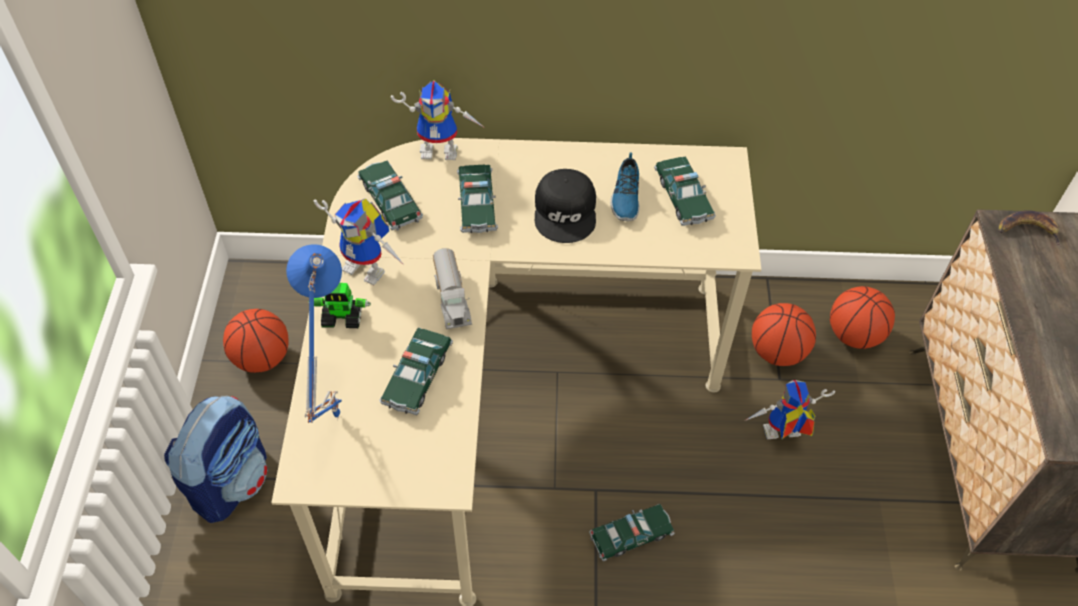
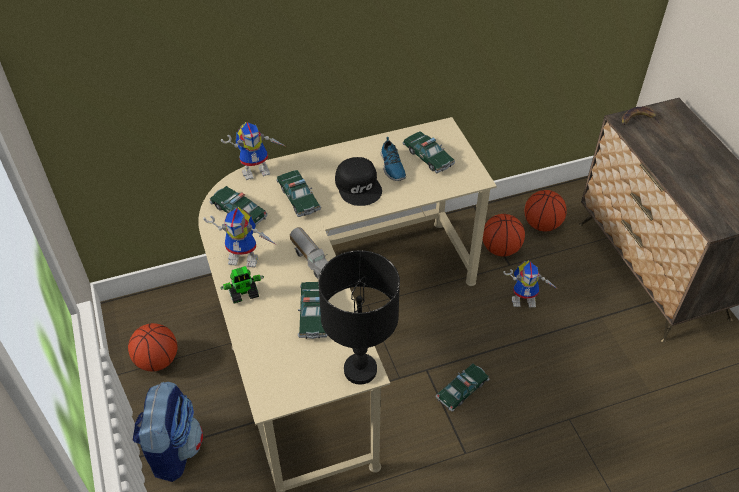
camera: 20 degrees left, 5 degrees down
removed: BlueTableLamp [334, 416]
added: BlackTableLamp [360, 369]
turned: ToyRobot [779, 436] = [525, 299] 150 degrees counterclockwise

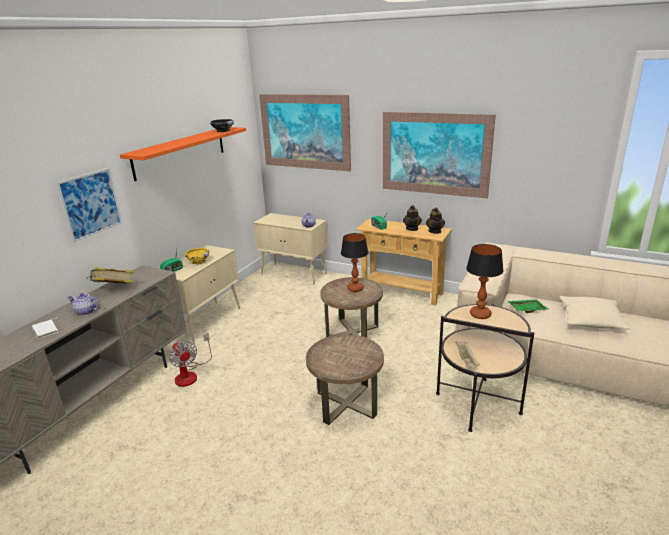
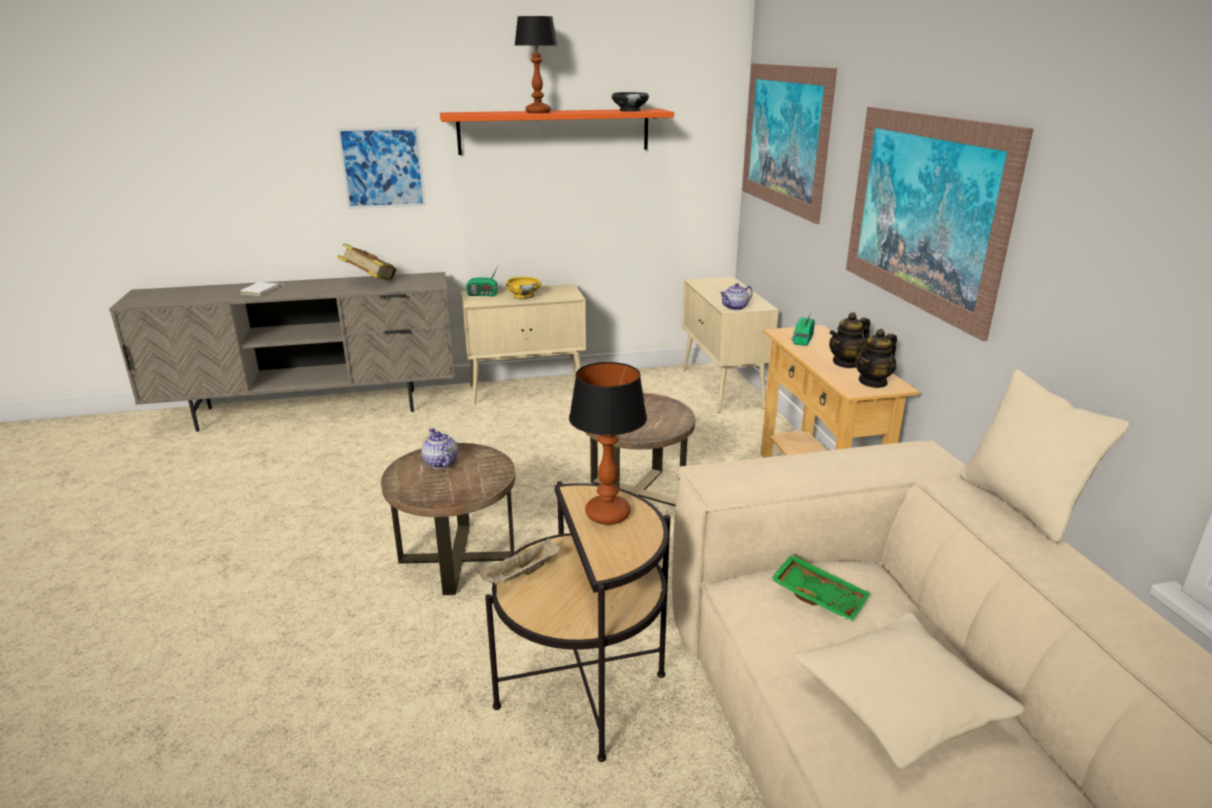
camera: 50 degrees right, 0 degrees up
removed: Fan [190, 374]
added: BeigePillow [1021, 505]
moved: Teapot [86, 312] to [440, 463]; TableLamp [355, 288] to [538, 112]

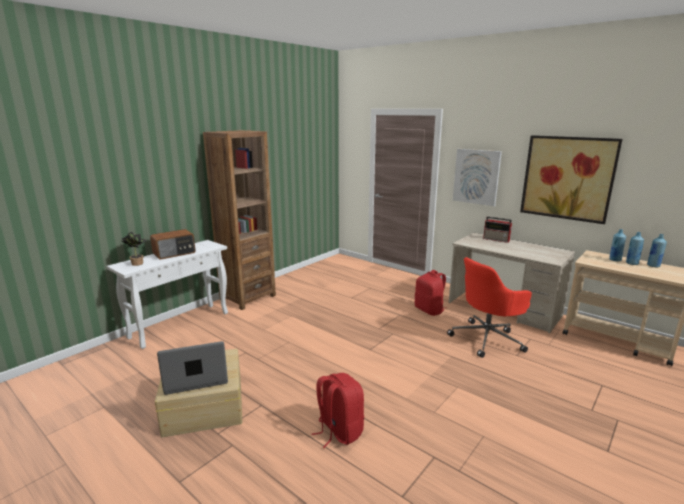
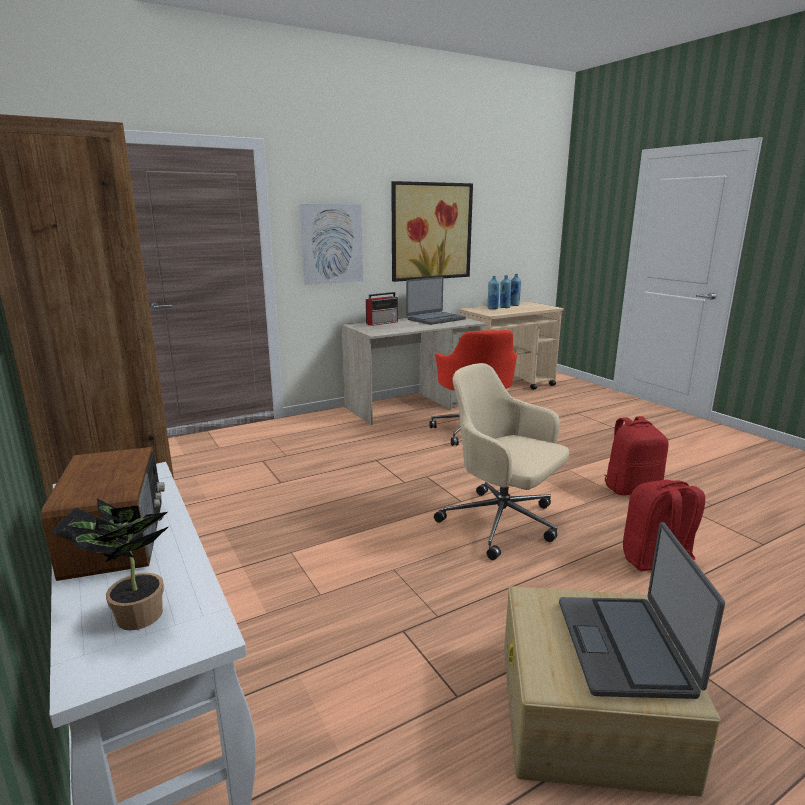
camera: 70 degrees left, 0 degrees up
added: Laptop [435, 319]; BeigeOfficeChair [502, 523]
moved: RedBackpack [429, 310] to [631, 488]

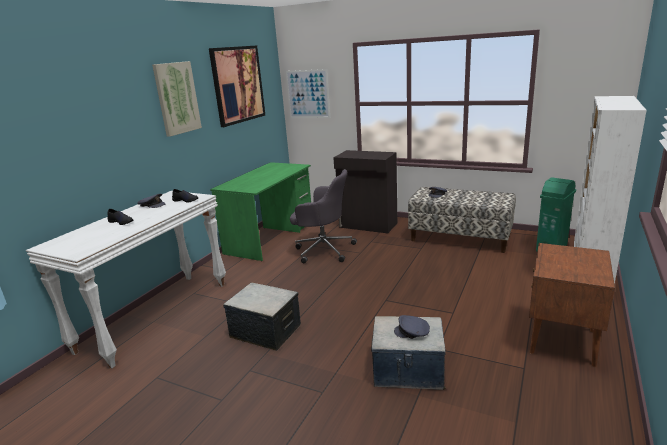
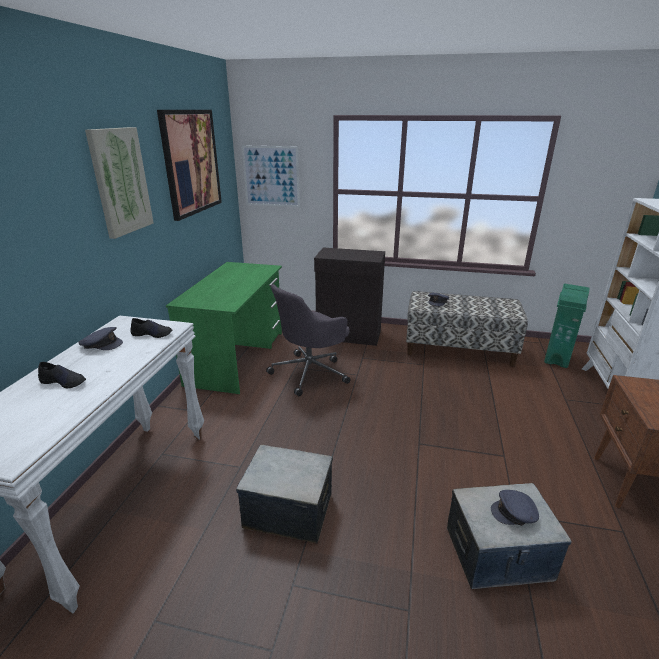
camera: 15 degrees left, 5 degrees up
turned: GreyOfficeChair [323, 249] = [310, 372] 135 degrees clockwise

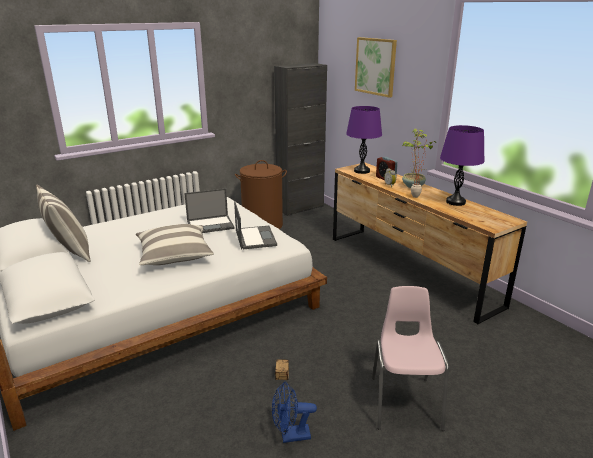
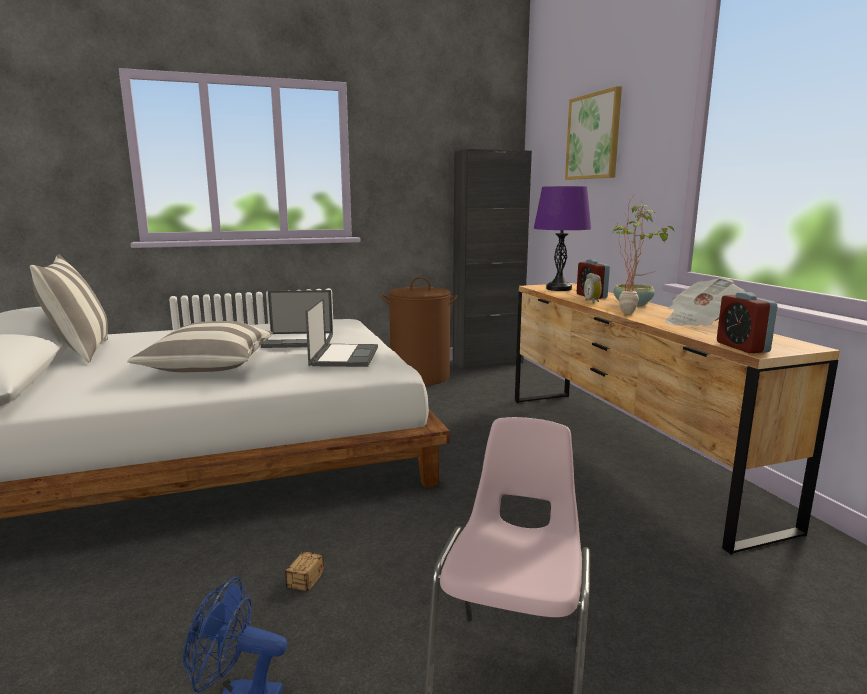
camera: 15 degrees right, 10 degrees down
added: AlarmClock [742, 347]
replaced: PurpleTableLamp [455, 202] to Newspaper [699, 322]

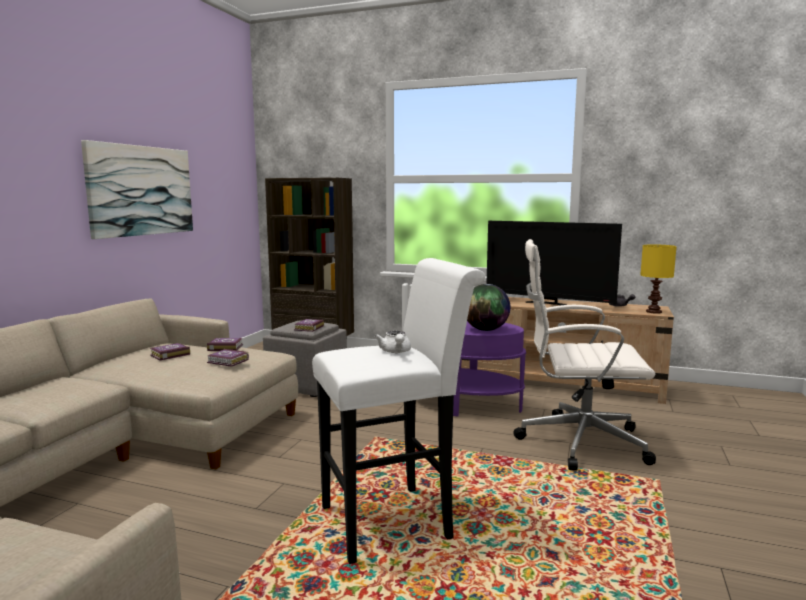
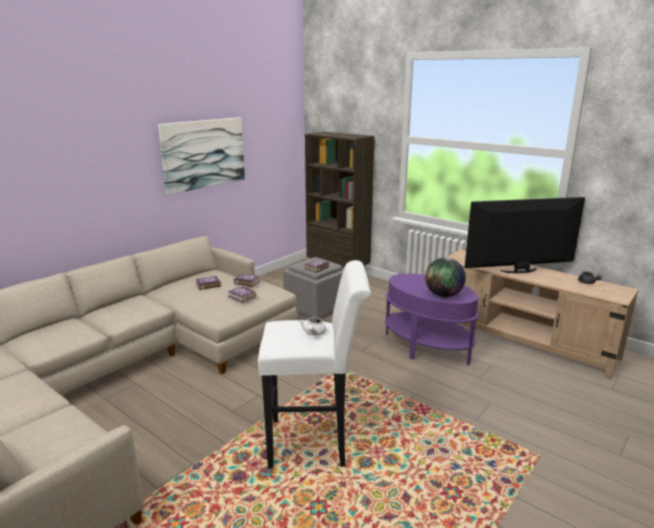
camera: 20 degrees right, 10 degrees up
removed: WhiteOfficeChair [578, 442]; YellowTableLamp [653, 312]
turned: Television [548, 303] = [520, 271] 120 degrees clockwise

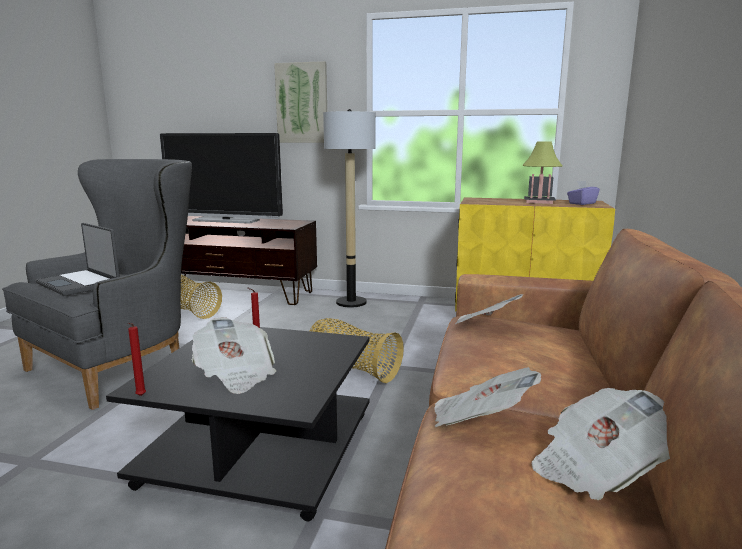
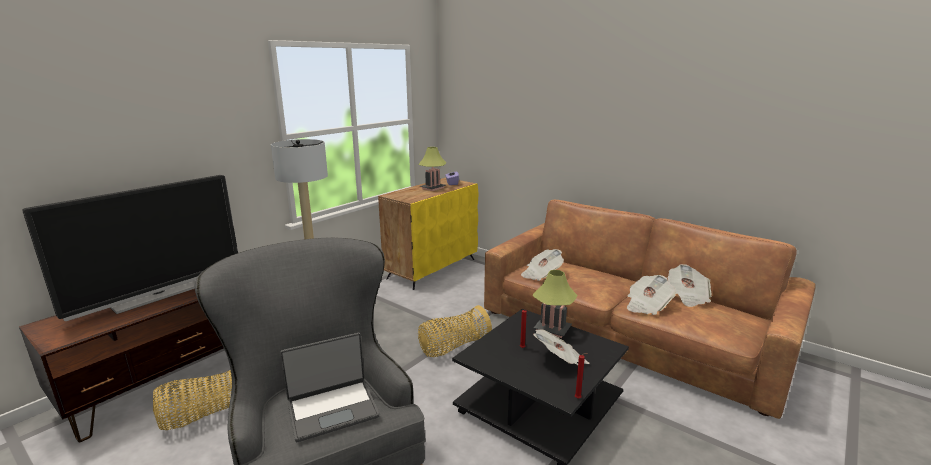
camera: 65 degrees left, 5 degrees up
removed: Picture [302, 103]
added: TableLamp [552, 329]

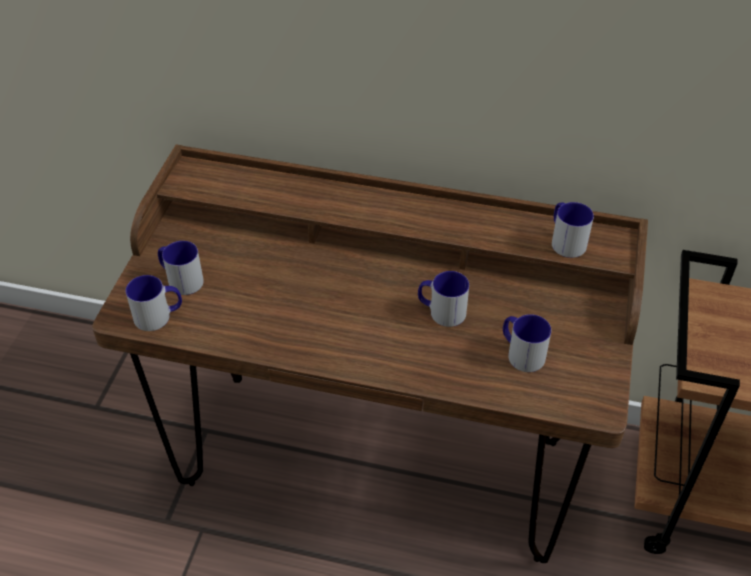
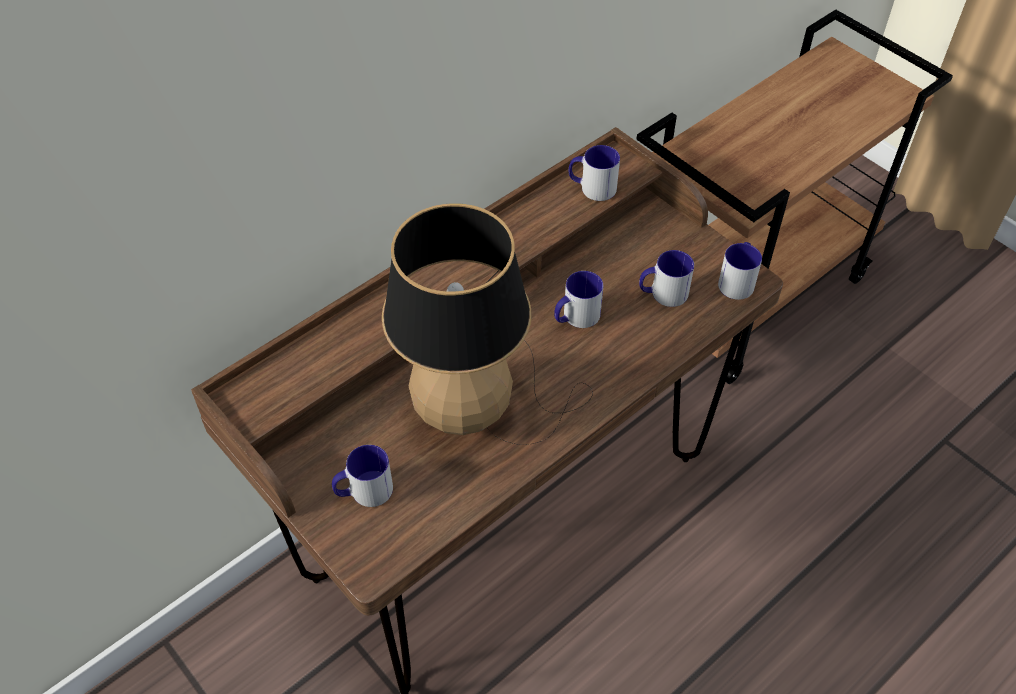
camera: 55 degrees left, 5 degrees up
added: TableLamp [479, 407]
moved: Mug [159, 316] to [737, 280]

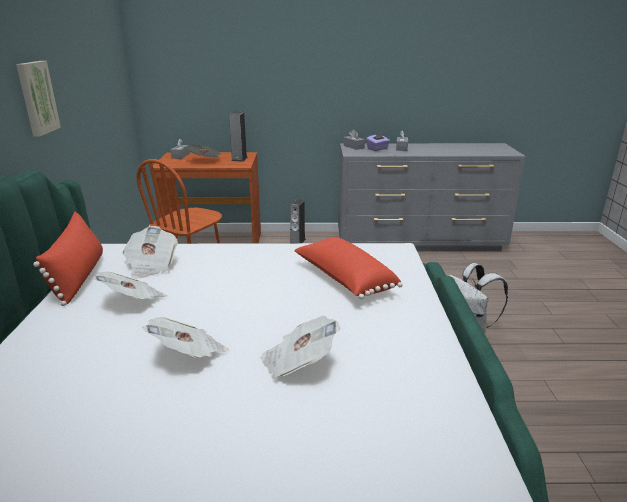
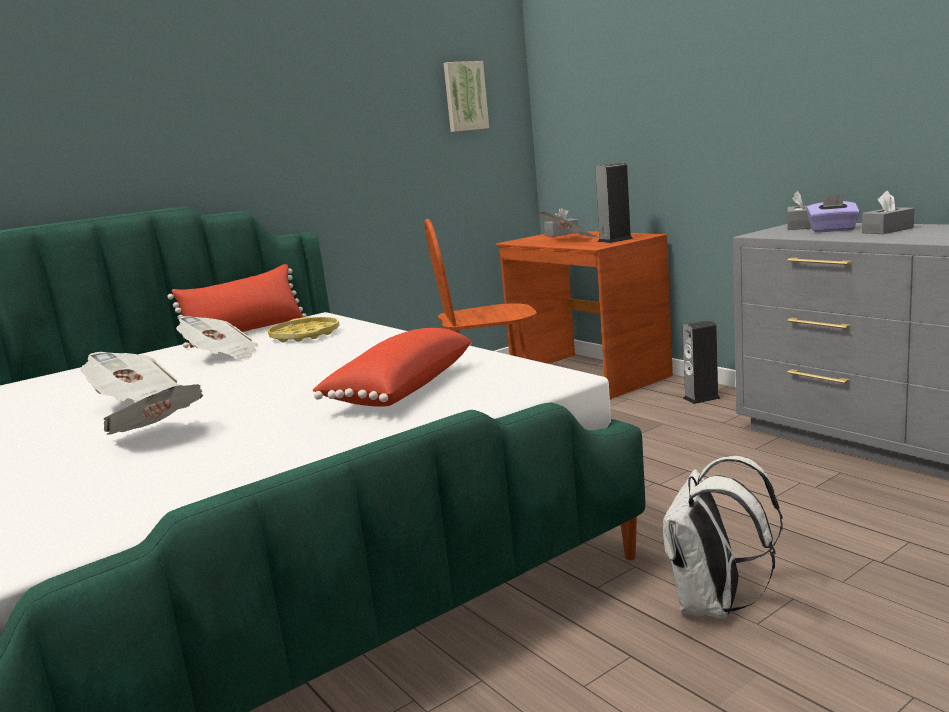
camera: 55 degrees right, 10 degrees down
moved: Picture [36, 98] to [465, 96]
replaced: Newspaper [151, 266] to YellowTray [305, 335]

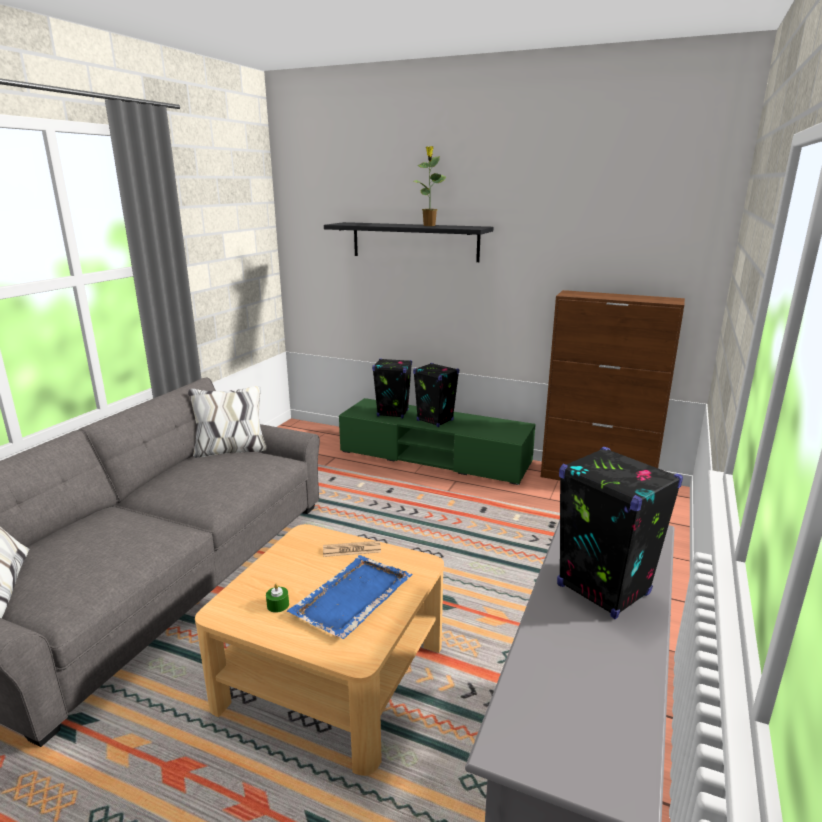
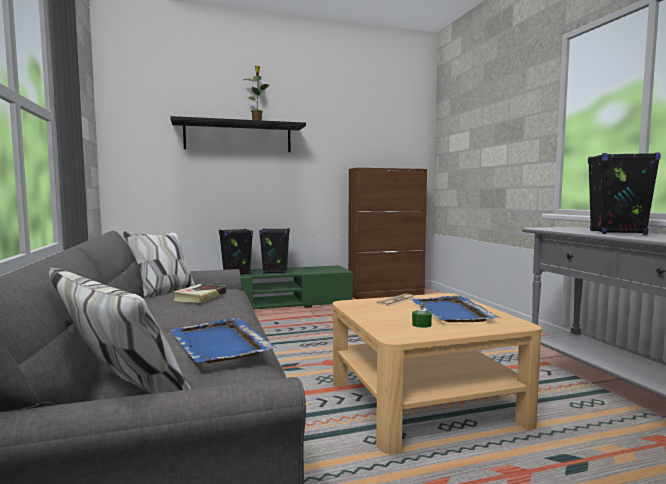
camera: 40 degrees left, 15 degrees down
added: BlueTray [219, 344]; Book [200, 297]

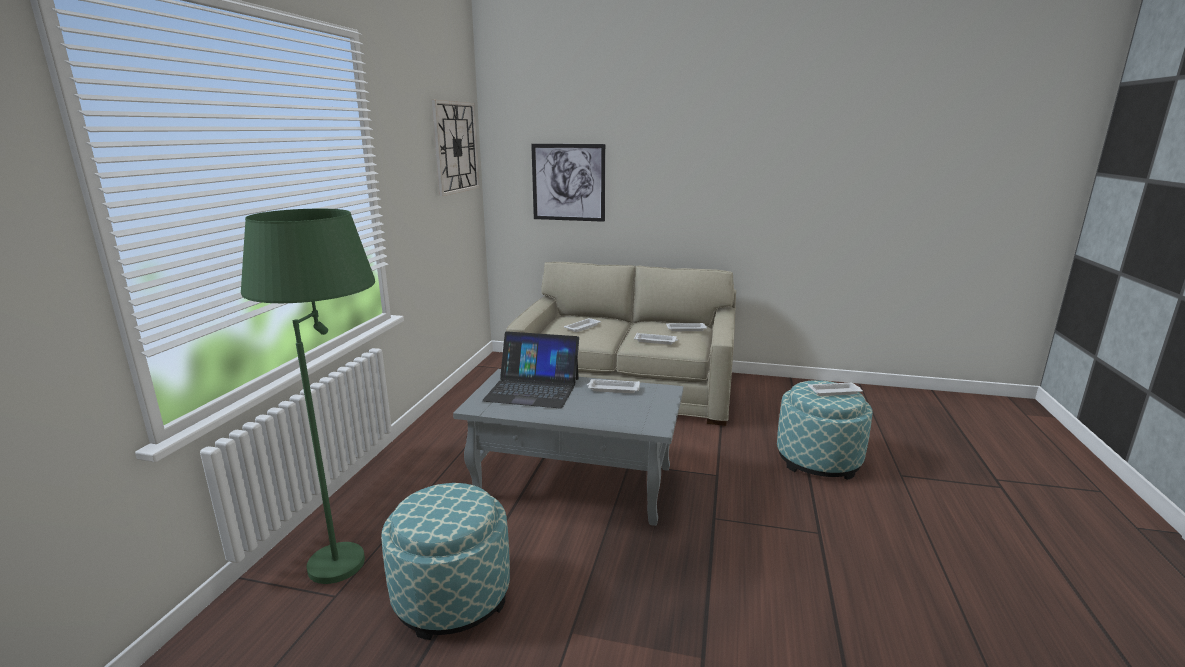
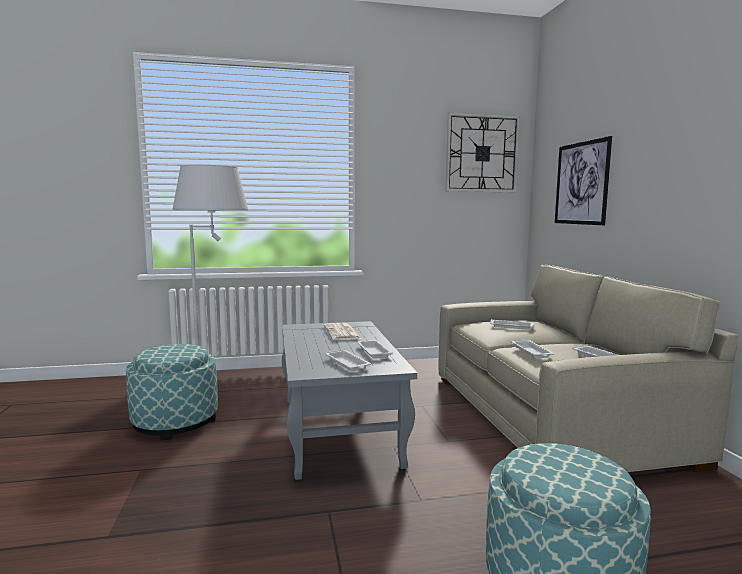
camera: 65 degrees right, 10 degrees down
moved: WhiteTray [835, 392] to [347, 363]
replaced: Laptop [533, 389] to Newspaper [342, 333]
recoloured: GreenFloorLamp [351, 545] to WhiteFloorLamp [219, 384]

